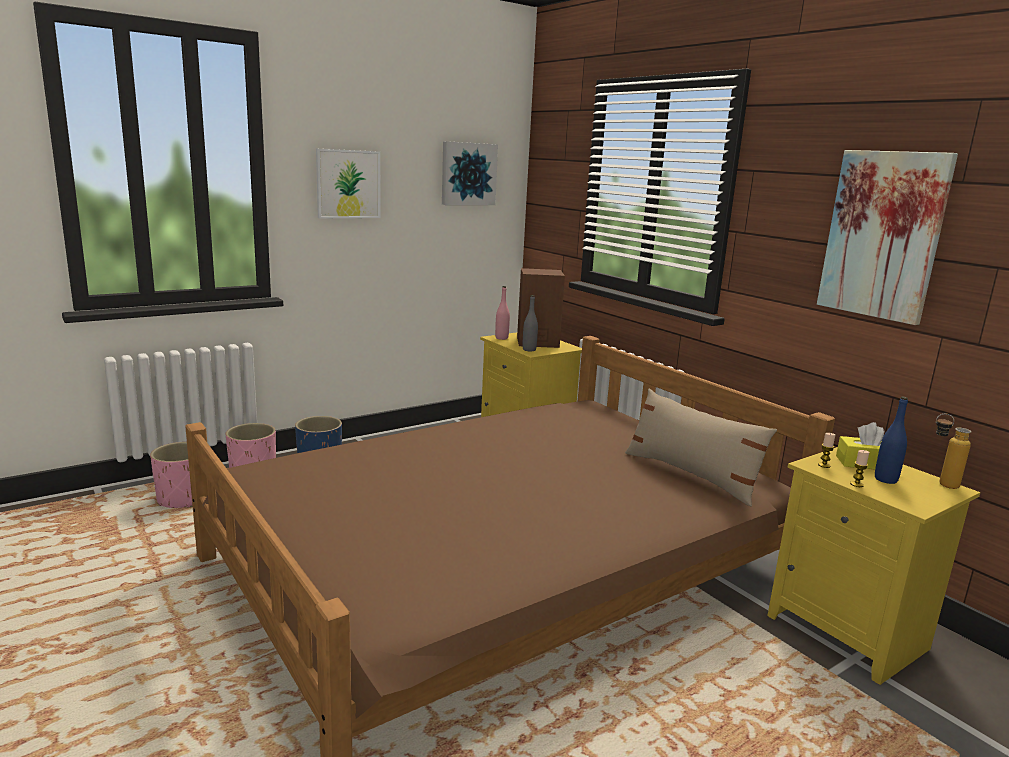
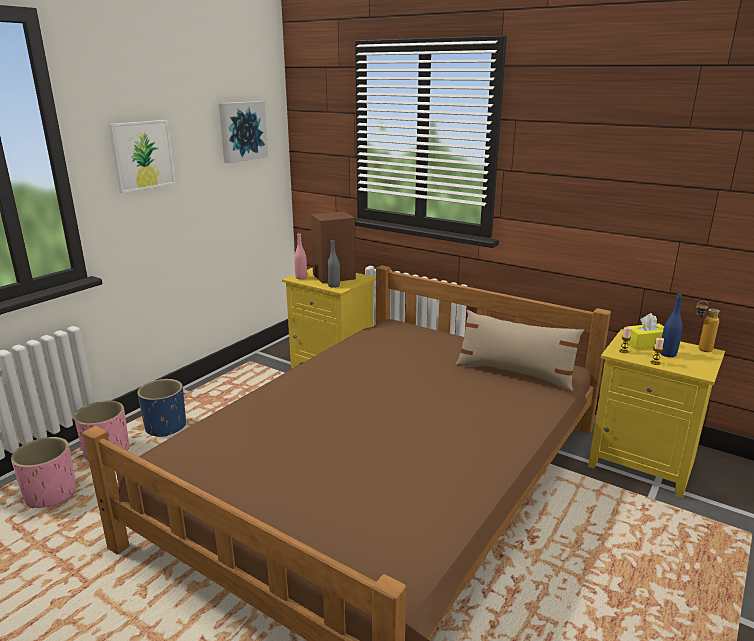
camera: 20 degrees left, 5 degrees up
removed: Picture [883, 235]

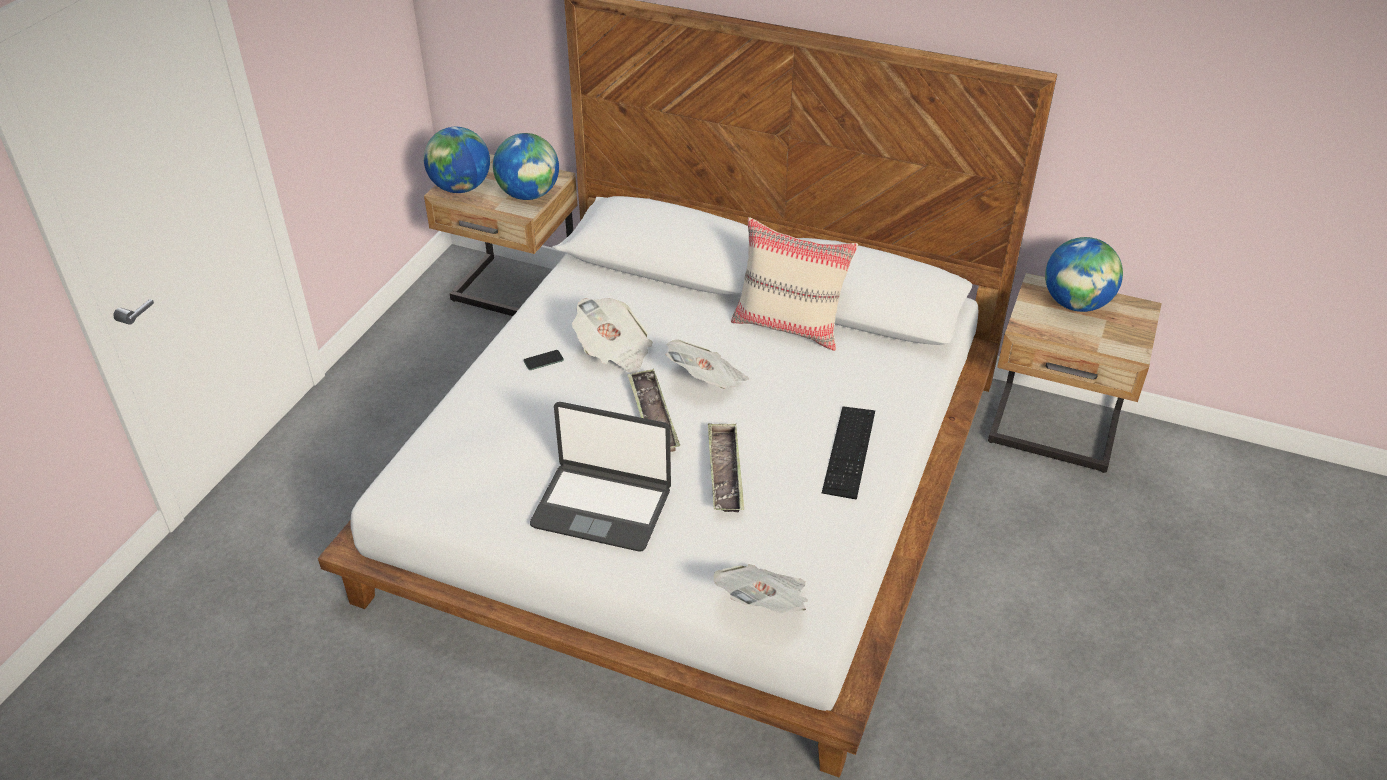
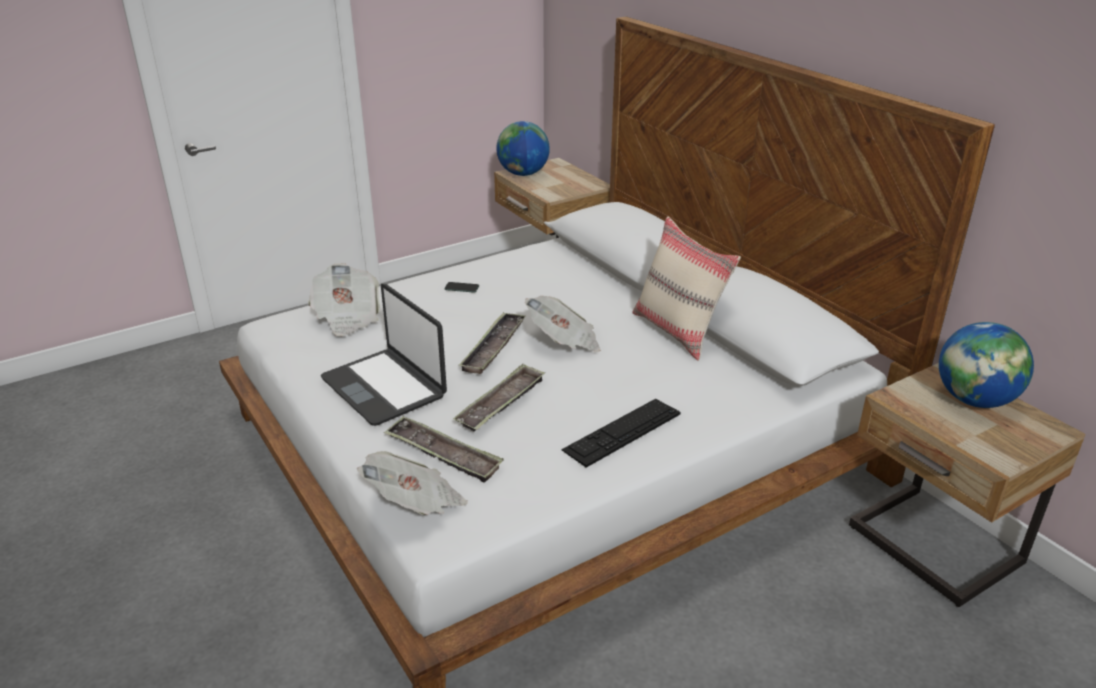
camera: 35 degrees right, 10 degrees down
removed: Globe [529, 195]
added: Tray [443, 454]
moved: Newspaper [614, 351] to [347, 317]

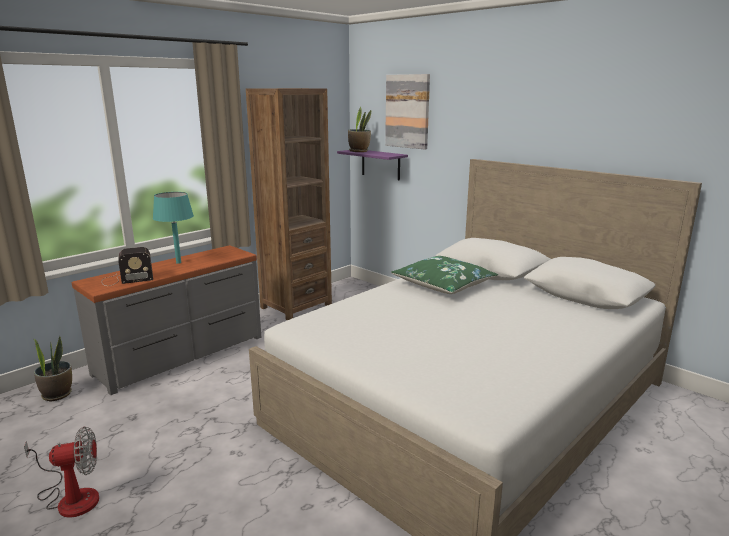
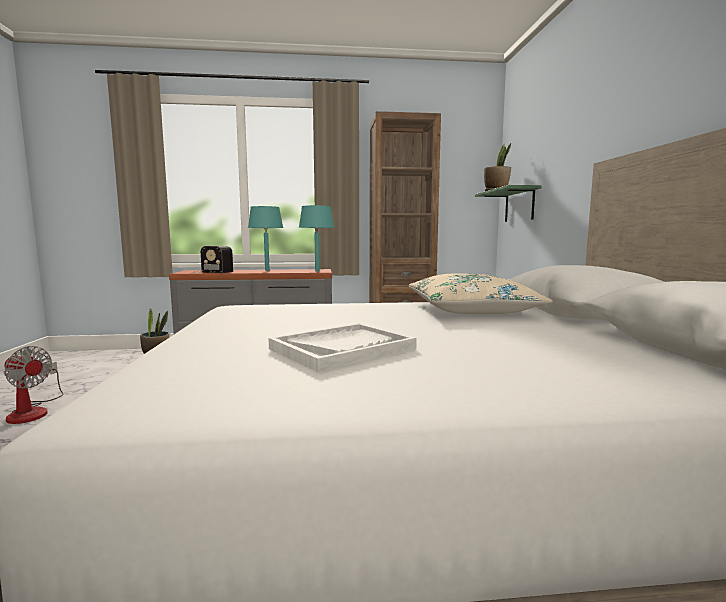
camera: 40 degrees right, 10 degrees down
removed: Picture [407, 111]
added: WhiteTray [342, 349]; TurquoiseTableLamp [317, 271]
recoloured: PurpleShelf [380, 164] to GreenShelf [519, 205]; GreenPillow [443, 285] to BeigePillow [471, 310]

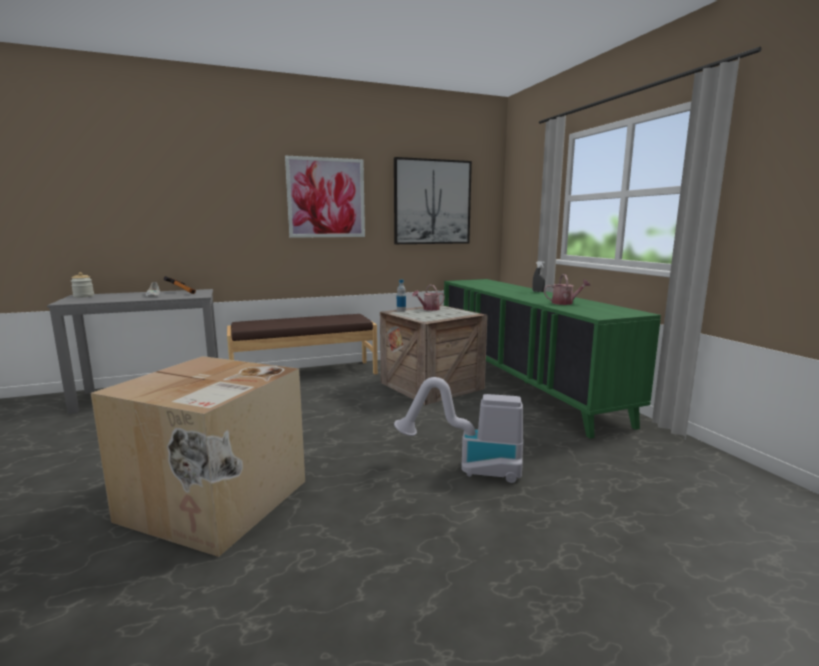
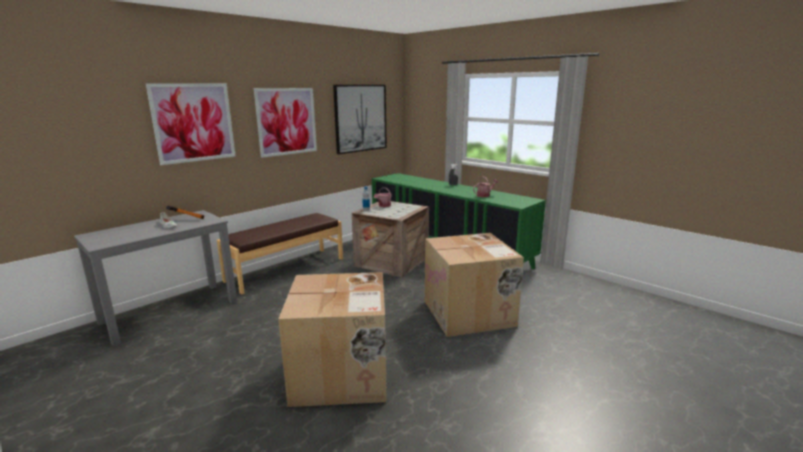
camera: 25 degrees left, 5 degrees up
removed: Jar [83, 296]
added: Picture [193, 123]
replaced: VacuumCleaner [468, 468] to CardboardBox [470, 313]

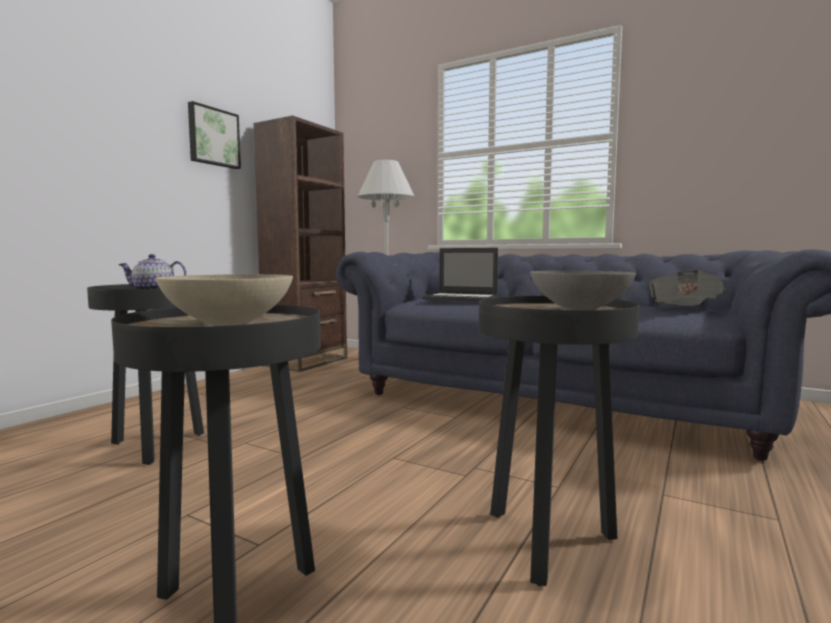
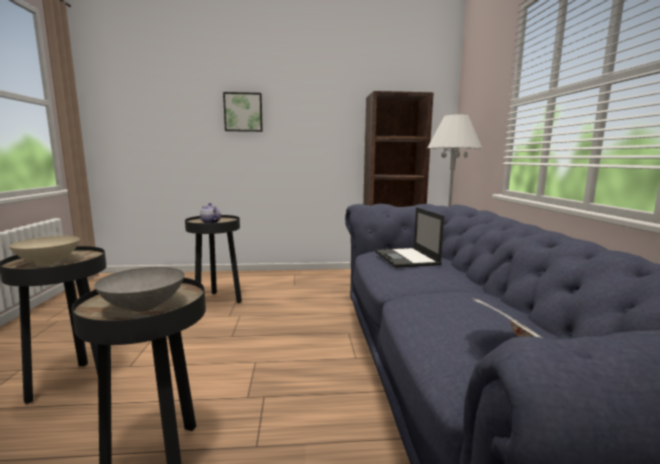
camera: 55 degrees right, 5 degrees up
moved: Picture [213, 137] to [243, 112]

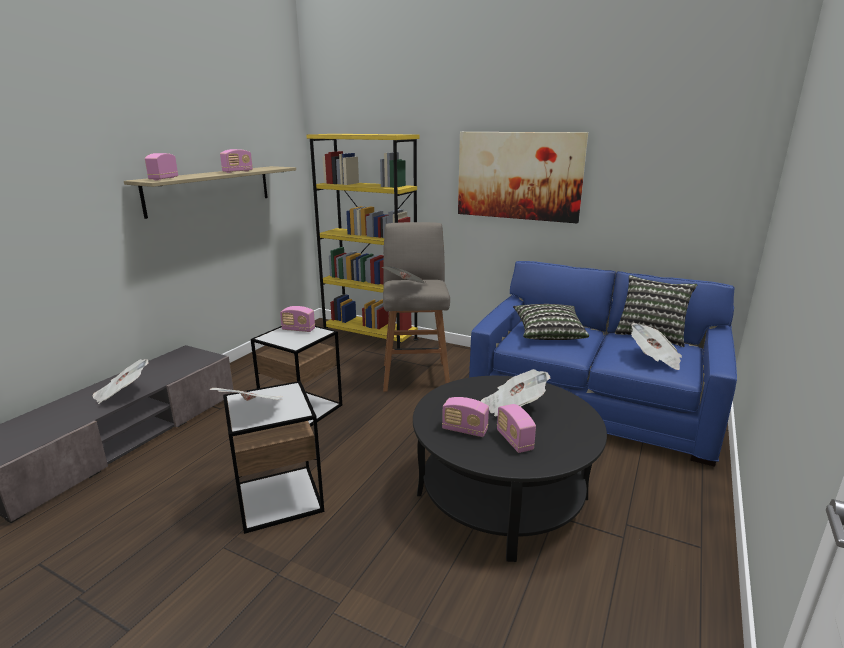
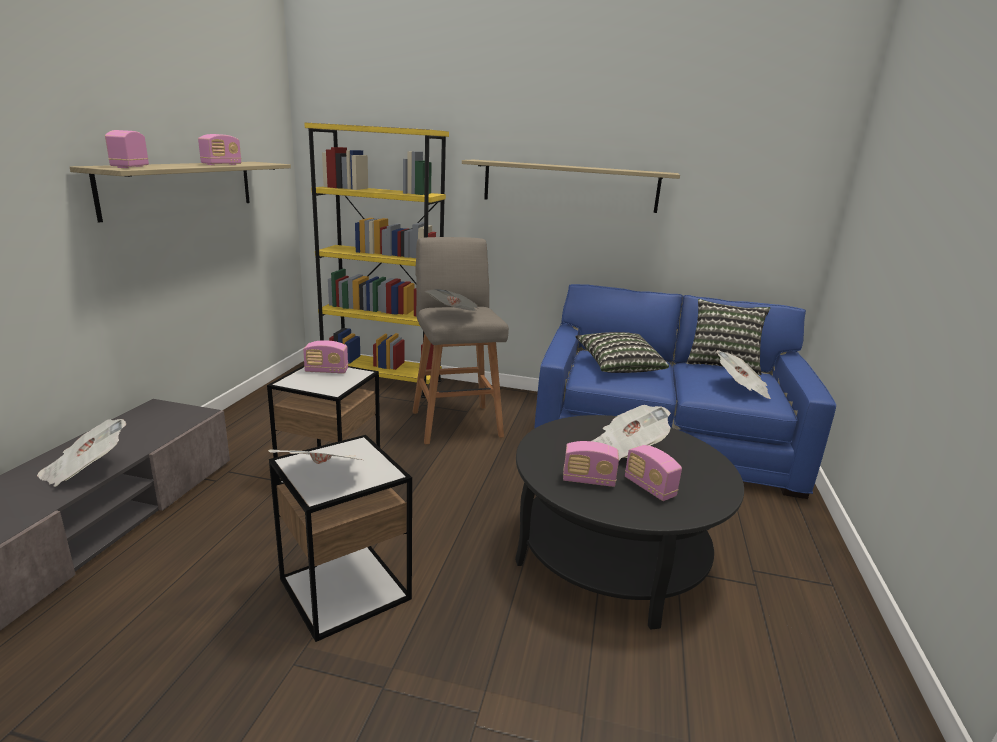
camera: 15 degrees left, 0 degrees up
replaced: Picture [518, 176] to Shelf [570, 186]

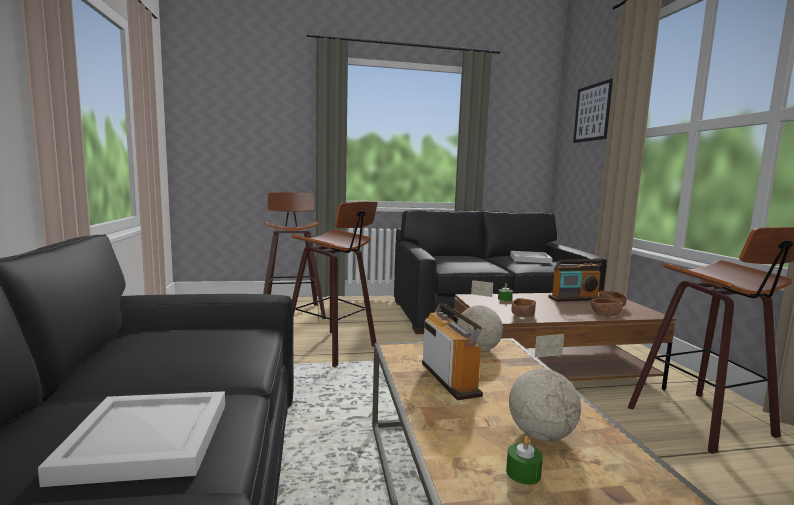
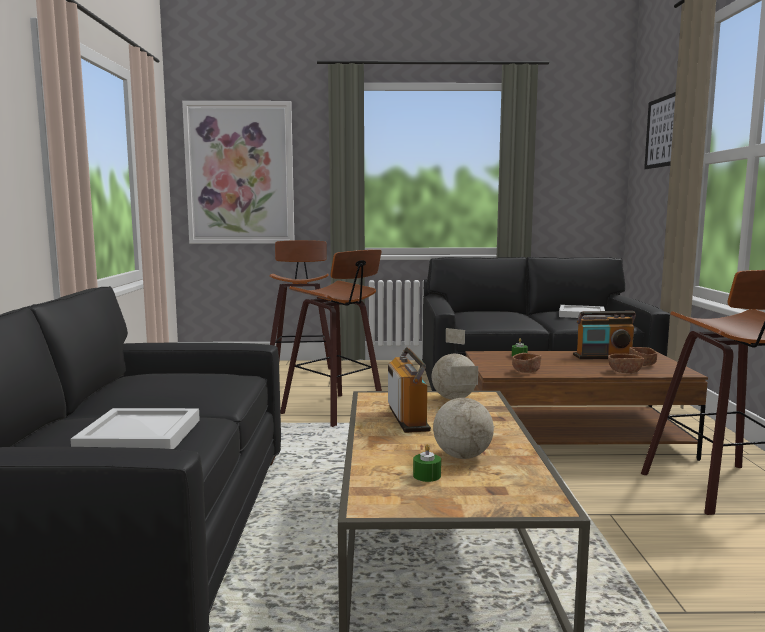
camera: 10 degrees right, 0 degrees up
added: Picture [240, 173]

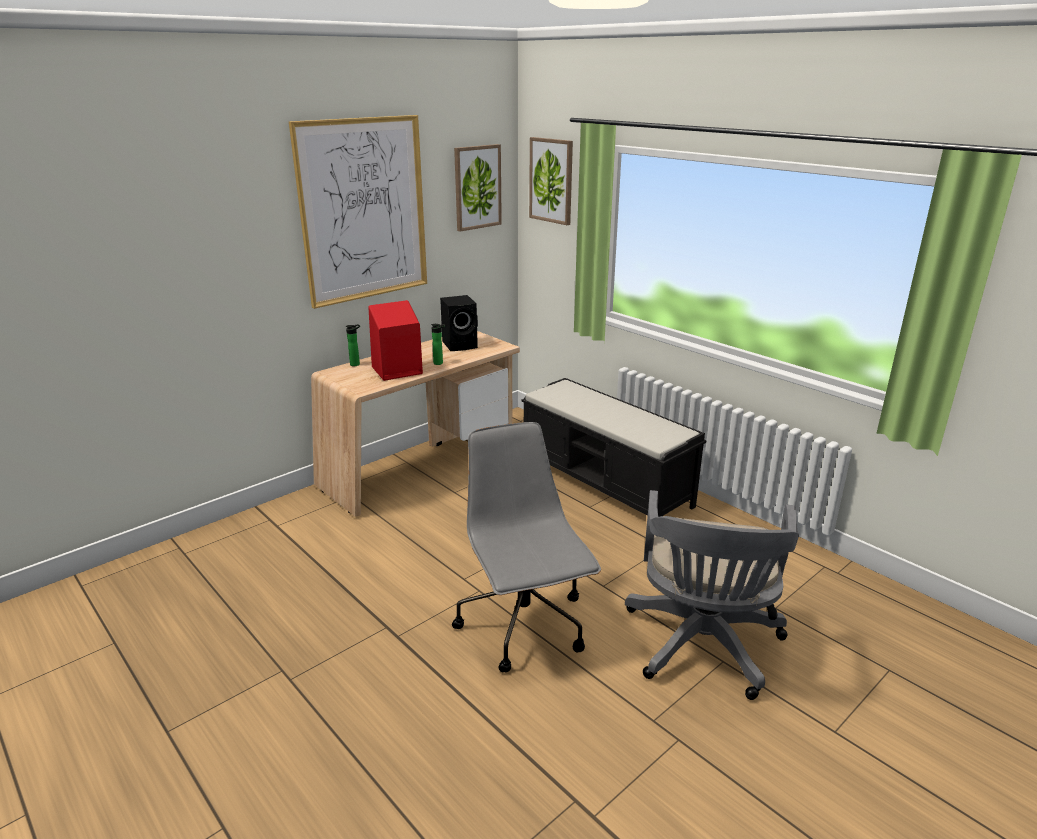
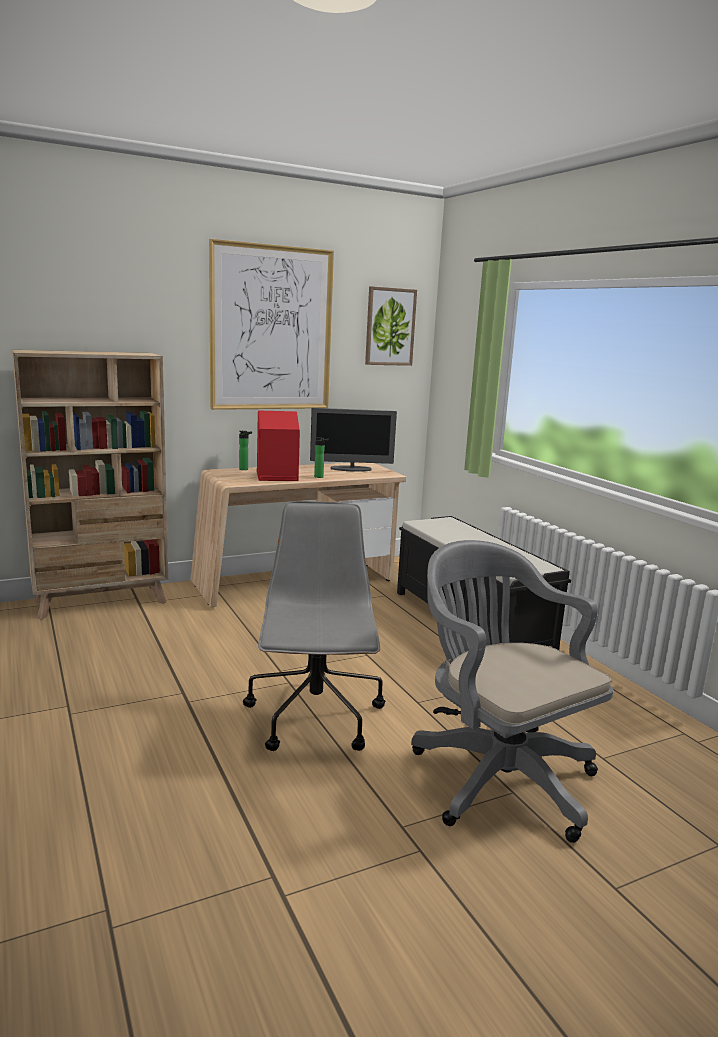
camera: 15 degrees right, 10 degrees down
removed: Picture [551, 180]
added: BeigeBookcase [102, 602]
replaced: BlackSpeaker [461, 345] to Monitor [351, 469]
turned: GreyOfficeChair [702, 647] = [496, 775] 120 degrees clockwise

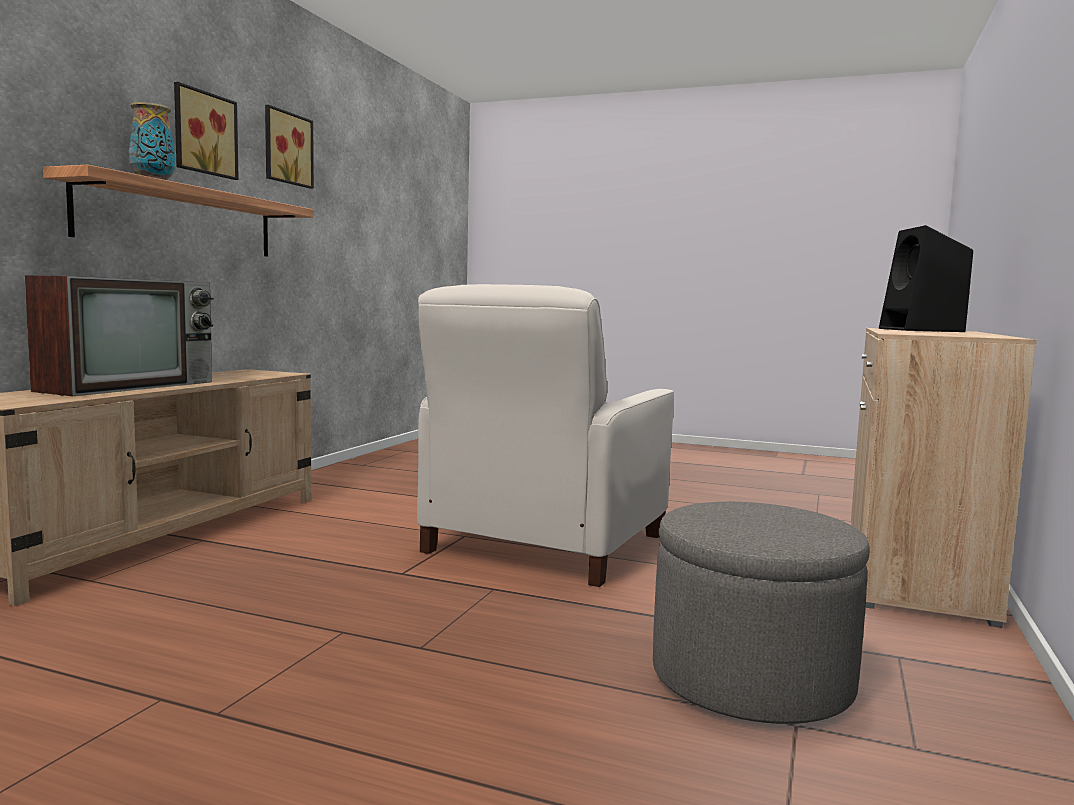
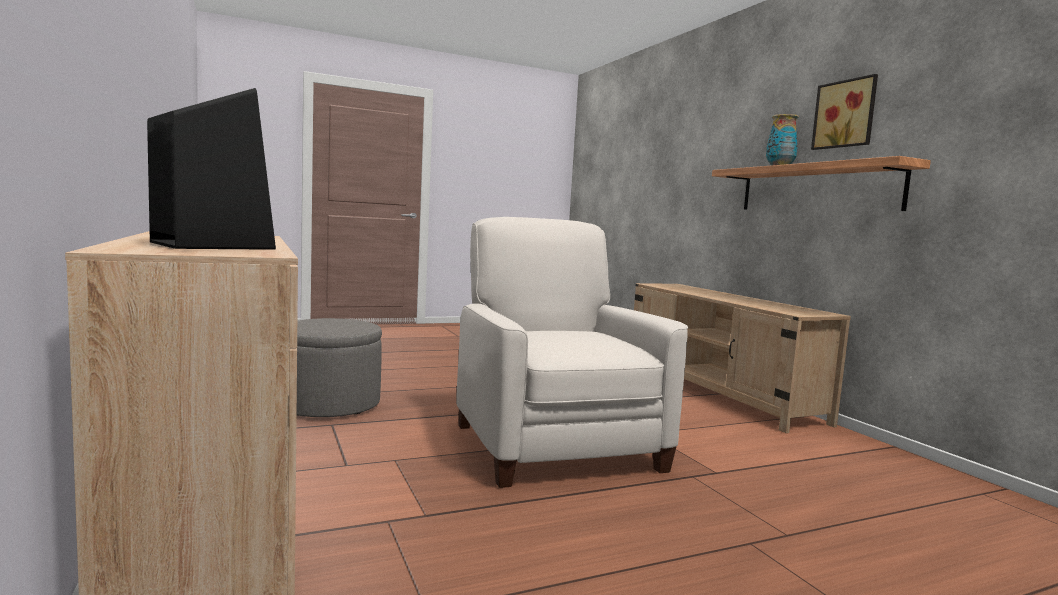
camera: 135 degrees right, 0 degrees up
removed: Television [130, 386]; Picture [286, 148]

